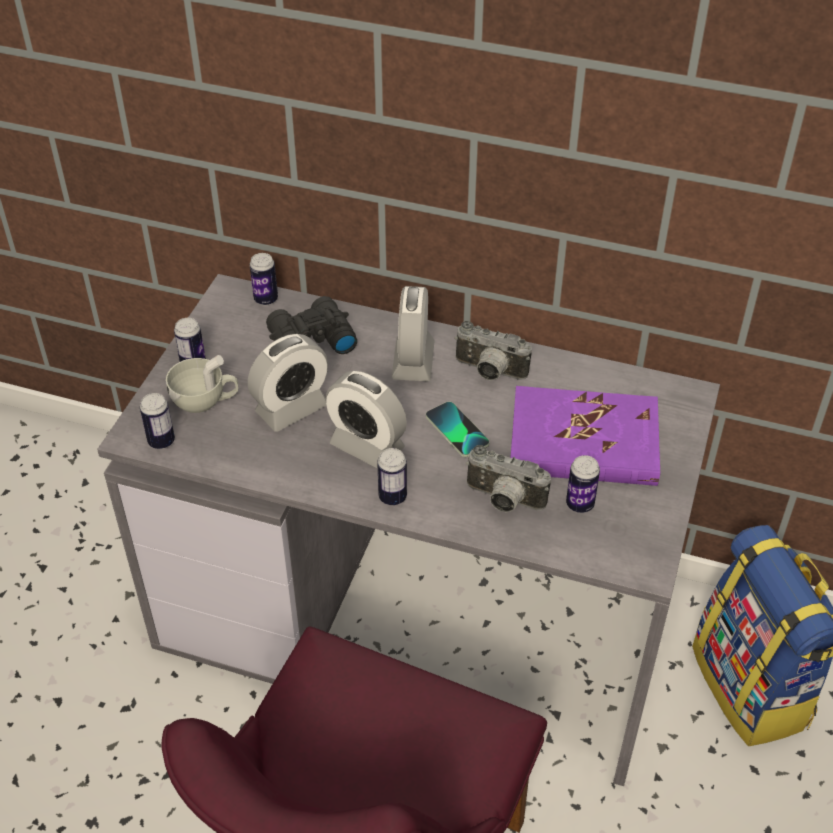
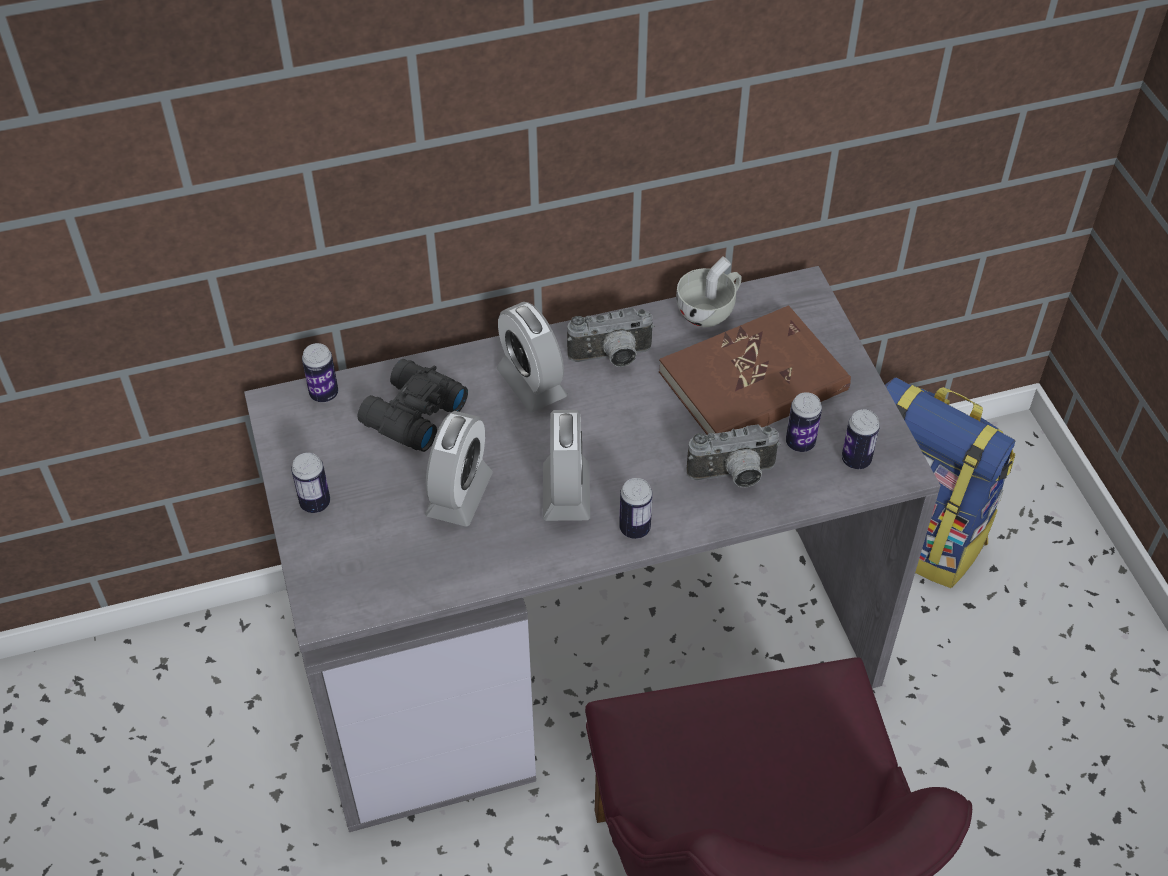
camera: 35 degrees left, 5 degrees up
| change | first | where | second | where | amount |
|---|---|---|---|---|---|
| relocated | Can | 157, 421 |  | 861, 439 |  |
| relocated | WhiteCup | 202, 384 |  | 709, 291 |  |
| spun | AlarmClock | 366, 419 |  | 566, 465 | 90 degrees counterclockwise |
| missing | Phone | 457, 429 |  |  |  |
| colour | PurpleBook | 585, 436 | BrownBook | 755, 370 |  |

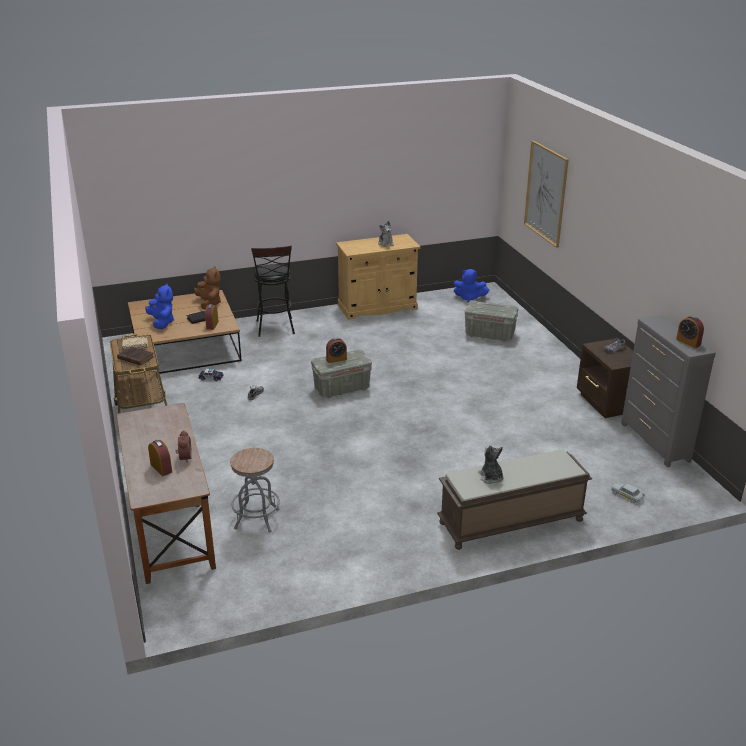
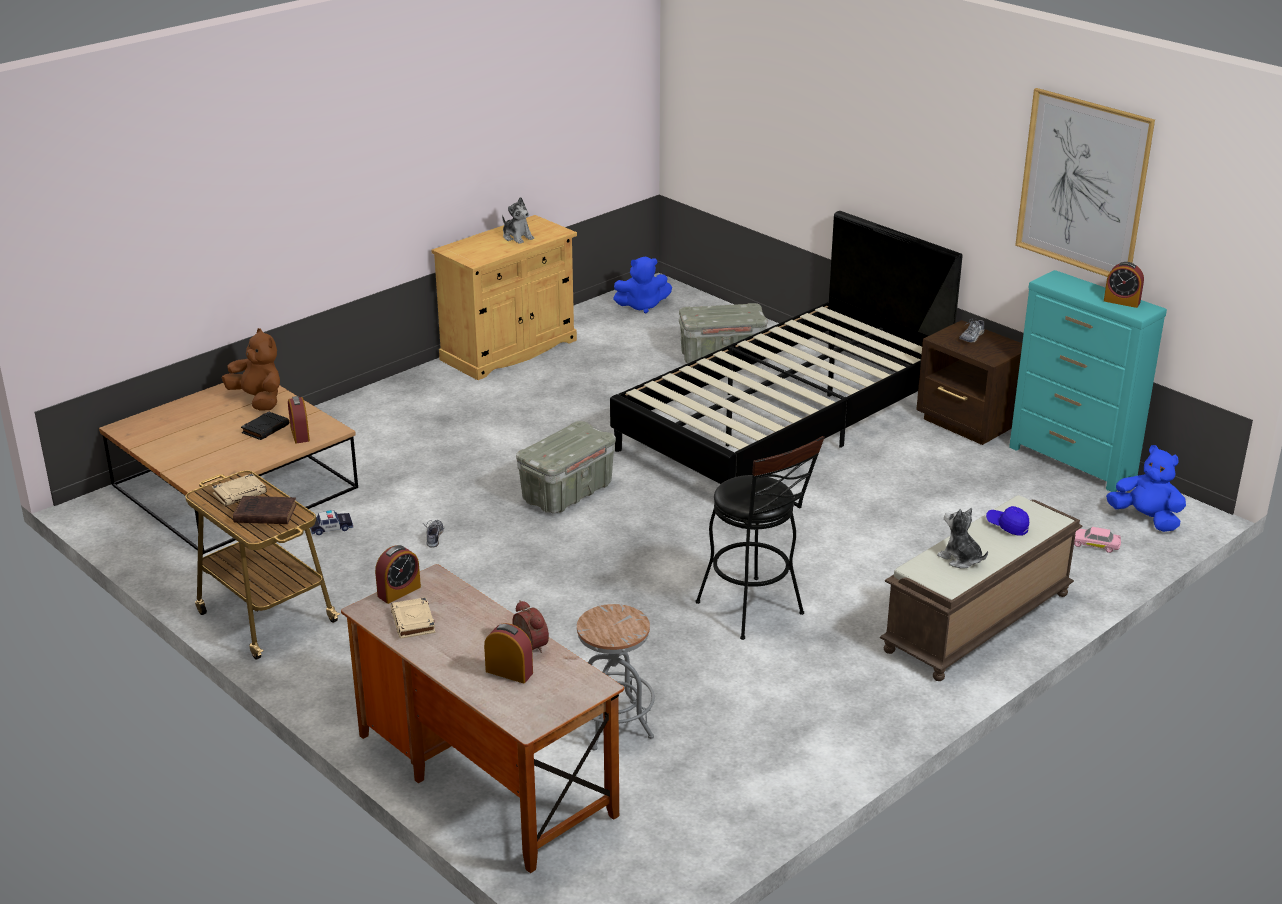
camera: 25 degrees left, 0 degrees up
| change | first | where | second | where | amount |
|---|---|---|---|---|---|
| relocated | BluePlushToy | 159, 306 |  | 1146, 488 |  |
| relocated | BlackStool | 273, 291 |  | 759, 538 |  |
| relocated | AlarmClock | 336, 350 |  | 398, 574 |  |
| relocated | Picture | 546, 194 |  | 1085, 182 |  |
| colour | WhiteToyCar | 628, 492 | PinkToyCar | 1097, 540 |  |
| colour | GreyDresser | 668, 391 | TurquoiseDresser | 1088, 381 |  |
| appeared |  |  | BeigeBook | 412, 618 |  |
| appeared |  |  | BlackBed | 786, 347 |  |
| appeared |  |  | BlueCap | 1007, 521 |  |

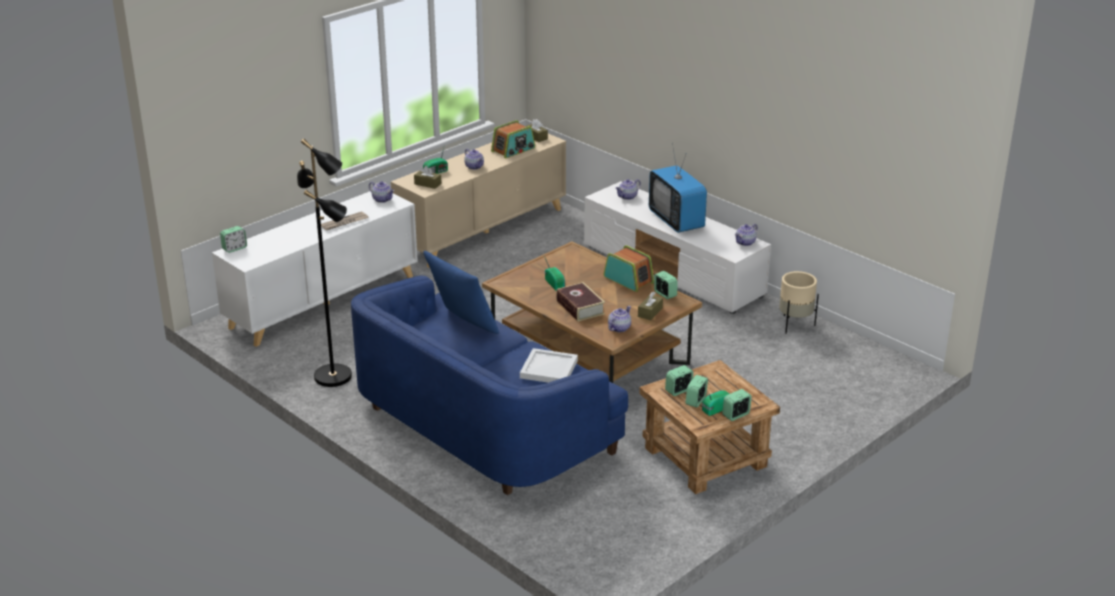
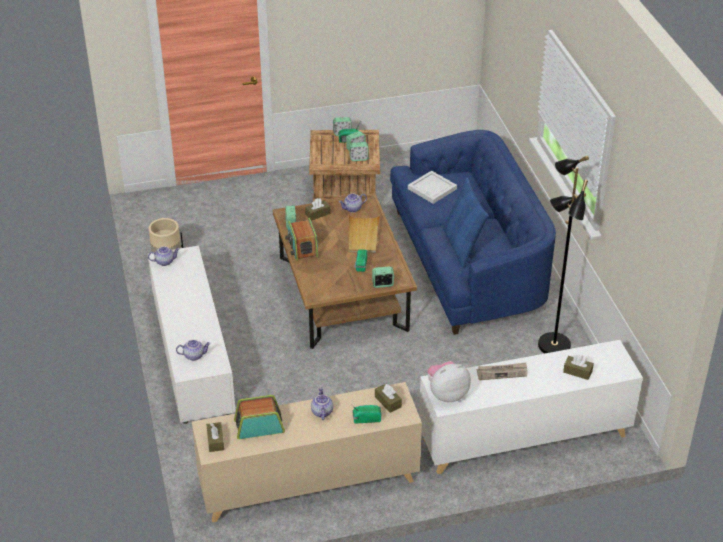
camera: 150 degrees left, 10 degrees up
| change | first | where | second | where | amount |
|---|---|---|---|---|---|
| relocated | AlarmClock | 233, 239 |  | 383, 277 |  |
| exchanged | Teapot | 381, 192 | PlushToy | 449, 381 |  |
| exchanged | Book | 580, 301 | BeigeTray | 364, 233 |  |
| missing | Television | 678, 188 |  |  |  |
| appeared |  |  | BrownTissueBox | 578, 367 |  |

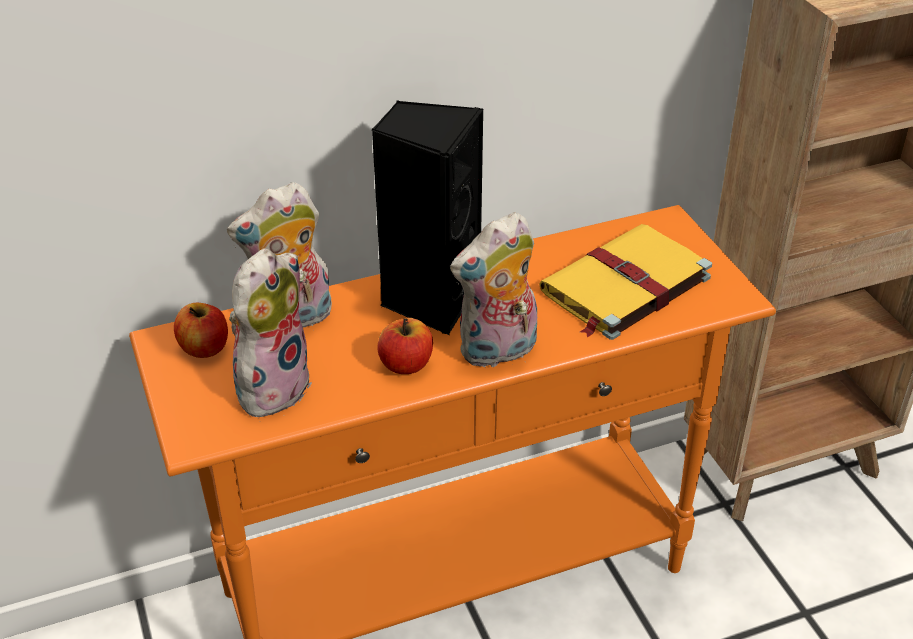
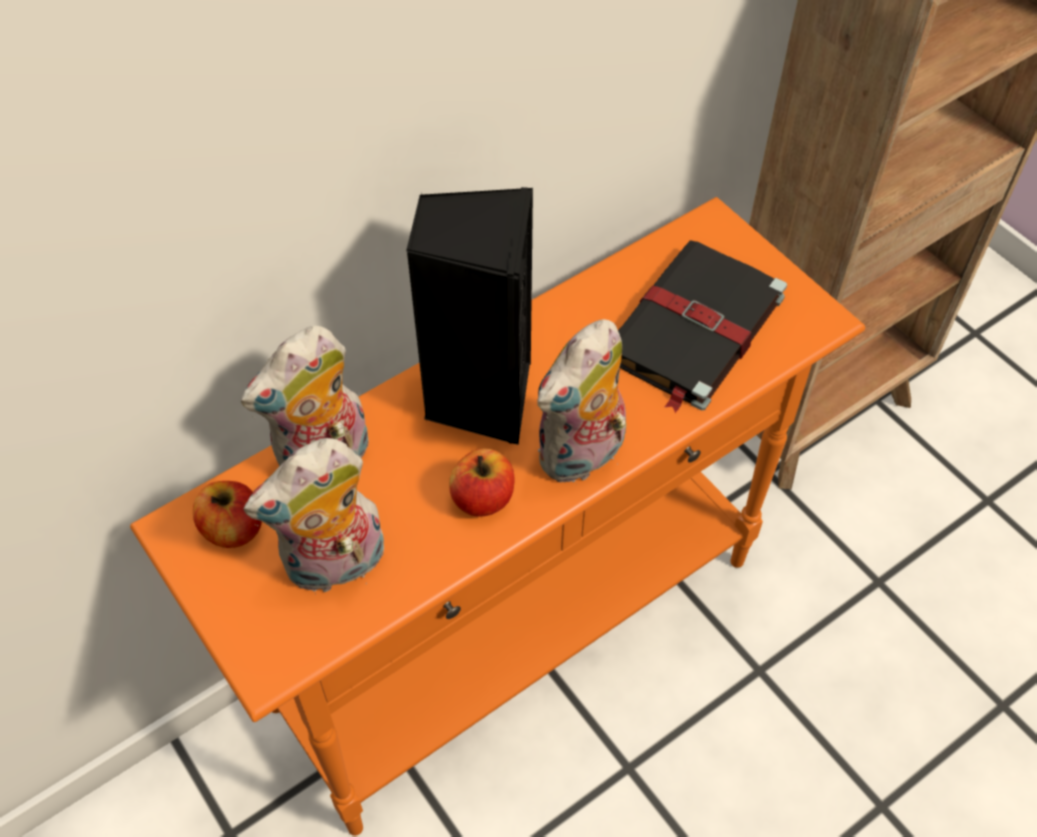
camera: 15 degrees left, 15 degrees up
| change | first | where | second | where | amount |
|---|---|---|---|---|---|
| spun | PlushToy | 270, 332 |  | 314, 516 | 135 degrees counterclockwise |
| colour | YellowBook | 625, 282 | BlackBook | 702, 326 |  |

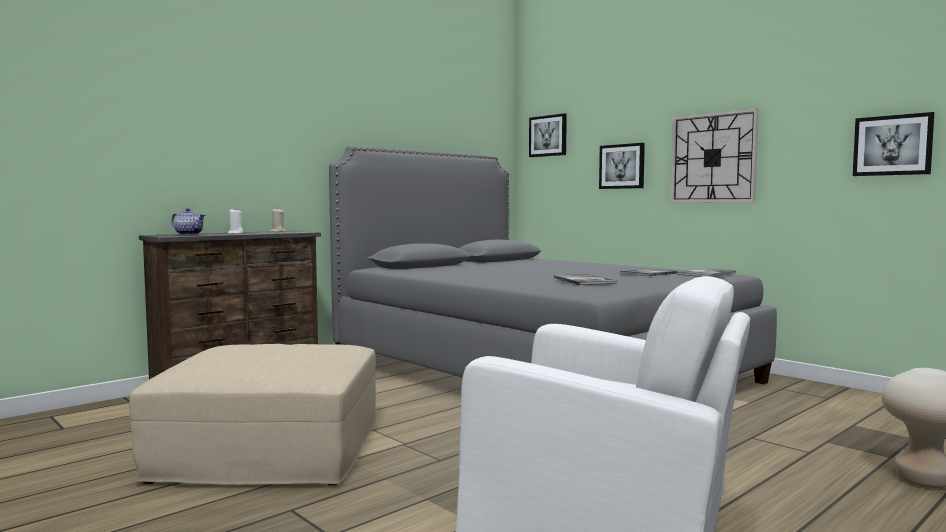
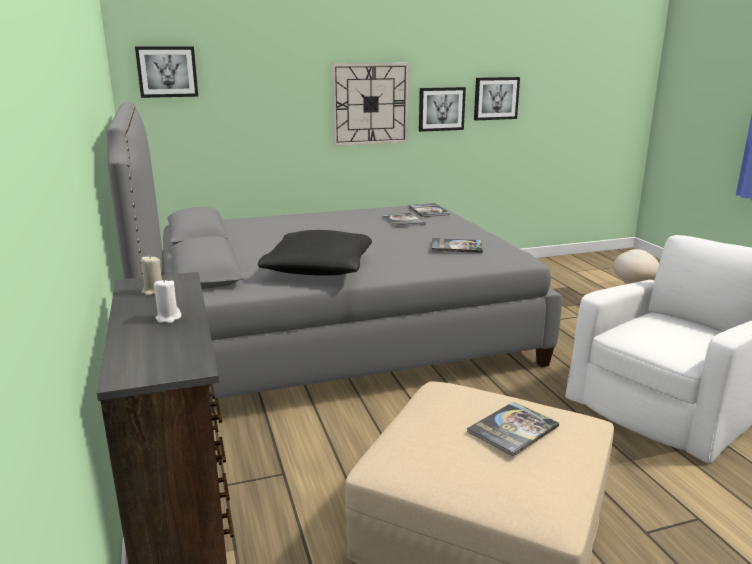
camera: 65 degrees left, 15 degrees up
| change | first | where | second | where | amount |
|---|---|---|---|---|---|
| missing | Teapot | 188, 221 |  |  |  |
| relocated | Picture | 622, 166 |  | 442, 109 |  |
| appeared |  |  | BlackPillow | 315, 253 |  |
| appeared |  |  | Book | 513, 429 |  |

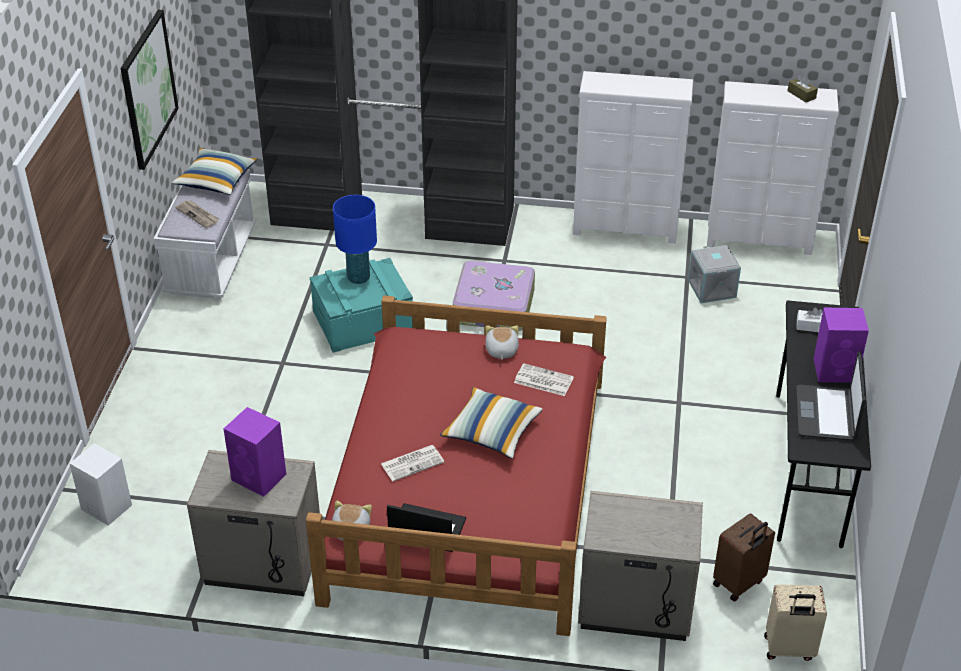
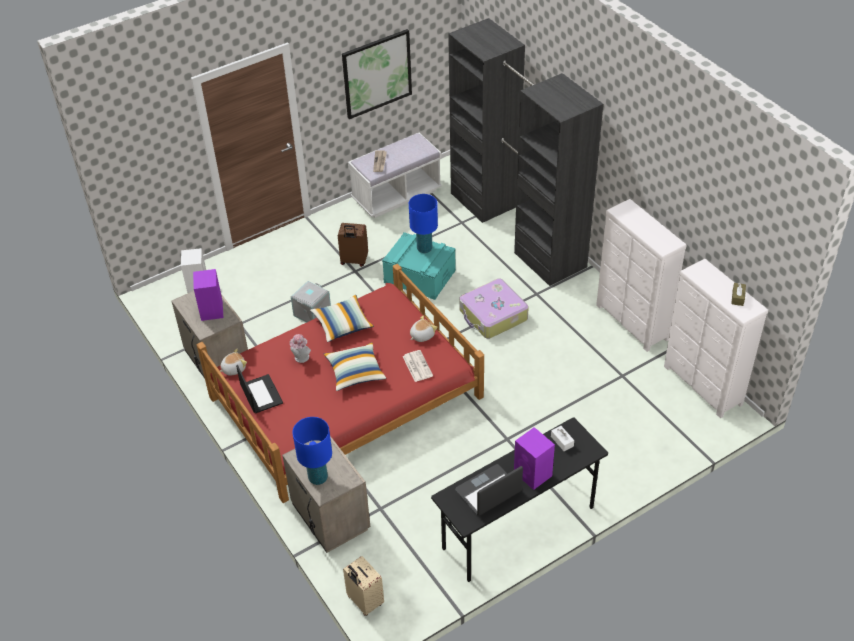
camera: 50 degrees right, 5 degrees up
| change | first | where | second | where | amount |
|---|---|---|---|---|---|
| relocated | Pillow | 214, 171 |  | 342, 318 |  |
| exchanged | Newspaper | 412, 463 | Hat | 300, 348 |  |
| relocated | GreyStorageBox | 714, 274 |  | 311, 302 |  |
| relocated | BrownSuitcase | 744, 557 |  | 353, 245 |  |
| appeared |  |  | BlueTableLamp | 312, 451 |  |

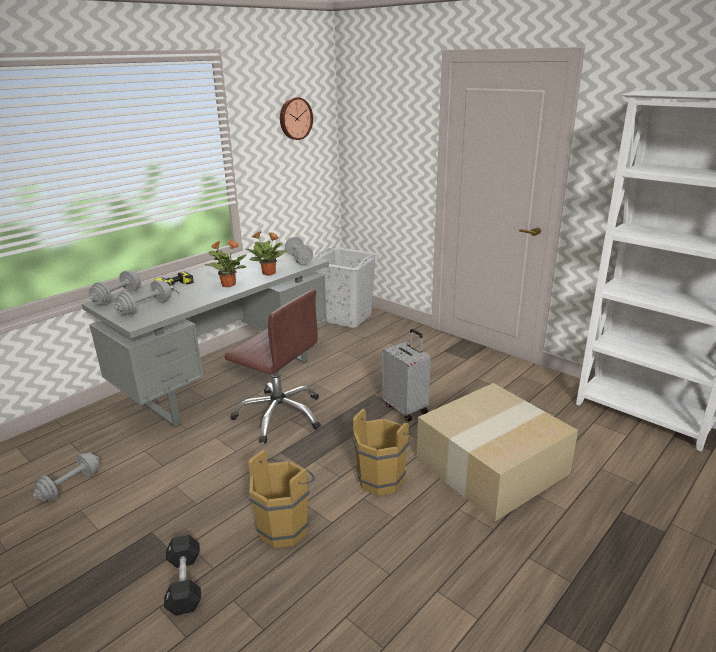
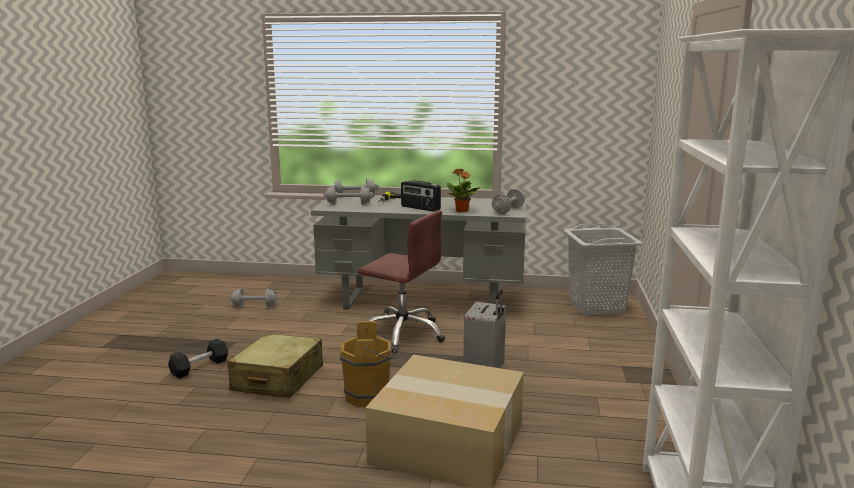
camera: 55 degrees right, 10 degrees down
| change | first | where | second | where | amount |
|---|---|---|---|---|---|
| exchanged | PottedPlant | 226, 263 | Radio | 421, 196 |  |
| spun | BrownOfficeChair | 272, 366 |  | 401, 281 | 60 degrees counterclockwise |
| exchanged | BrownBucket | 281, 499 | BeigeSuitcase | 275, 365 |  |
| missing | WallClock | 296, 118 |  |  |  |

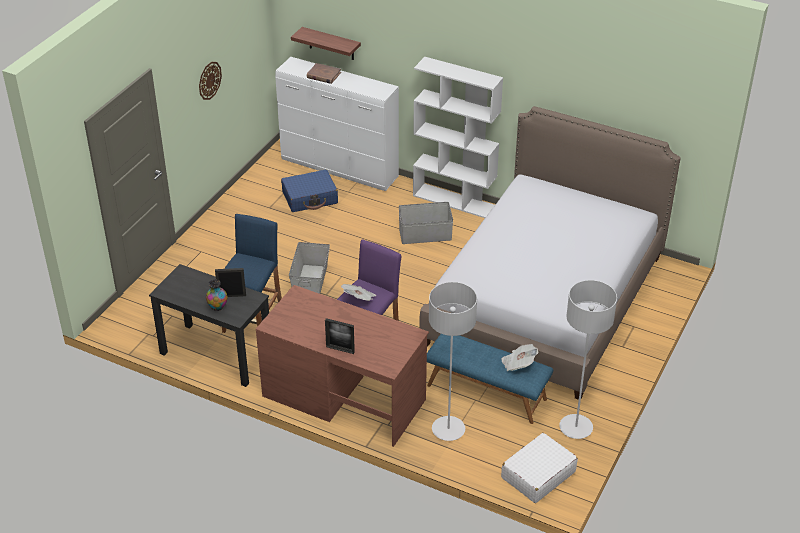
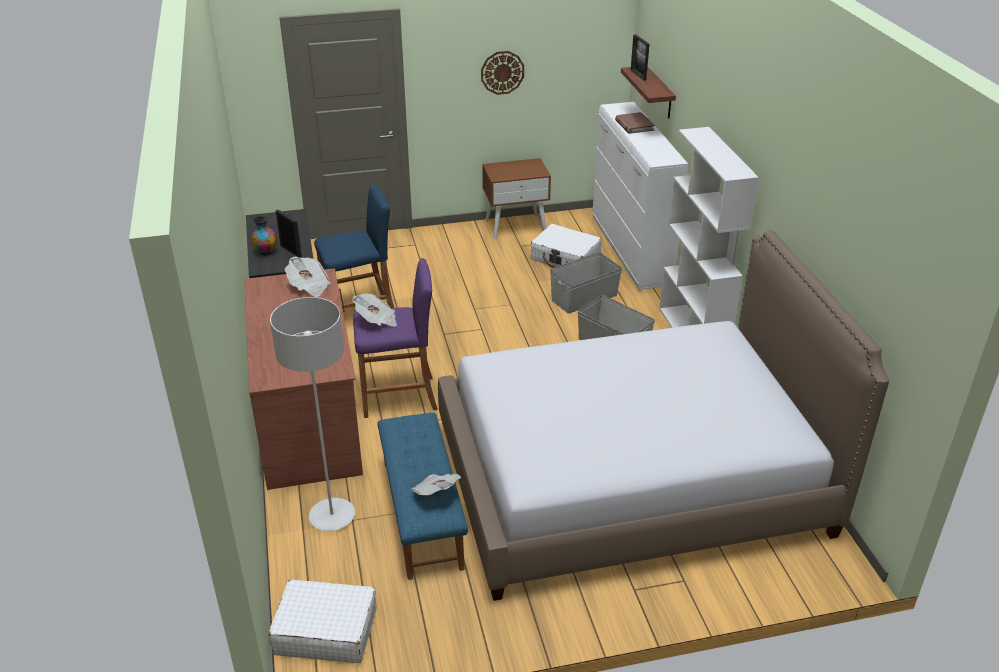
camera: 50 degrees right, 5 degrees down
| change | first | where | second | where | amount |
|---|---|---|---|---|---|
| colour | BlueSuitcase | 309, 191 | WhiteSuitcase | 566, 246 |  |
| relocated | GreyStorageBox | 309, 268 |  | 586, 283 |  |
| relocated | PictureFrame | 340, 336 |  | 640, 57 |  |
| missing | GreyFloorLamp | 588, 359 |  |  |  |
| appeared |  |  | Newspaper | 308, 276 |  |
| appeared |  |  | BrownNightstand | 516, 198 |  |

